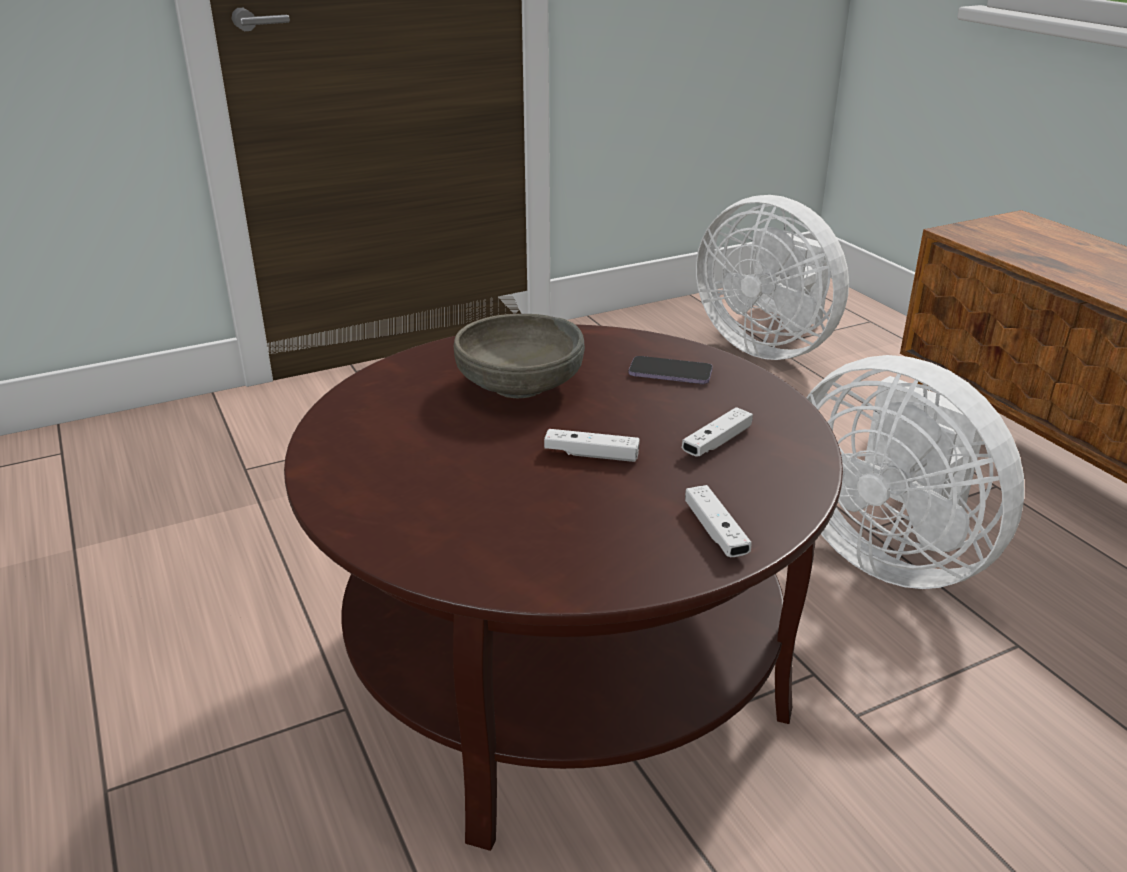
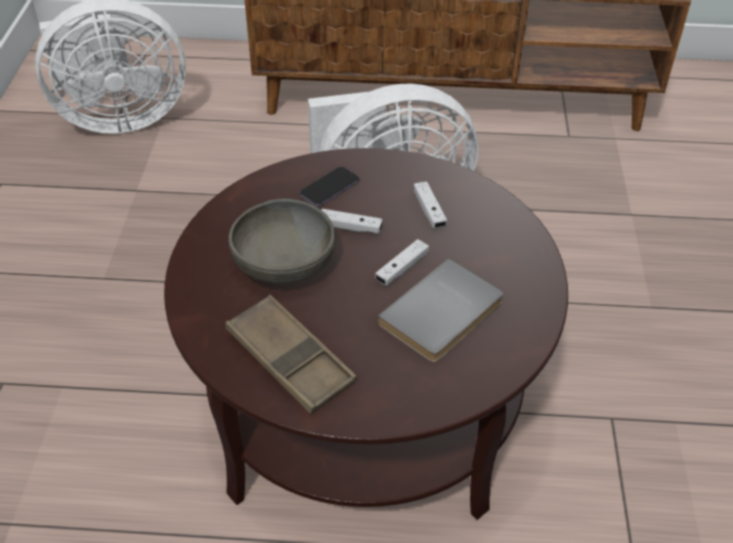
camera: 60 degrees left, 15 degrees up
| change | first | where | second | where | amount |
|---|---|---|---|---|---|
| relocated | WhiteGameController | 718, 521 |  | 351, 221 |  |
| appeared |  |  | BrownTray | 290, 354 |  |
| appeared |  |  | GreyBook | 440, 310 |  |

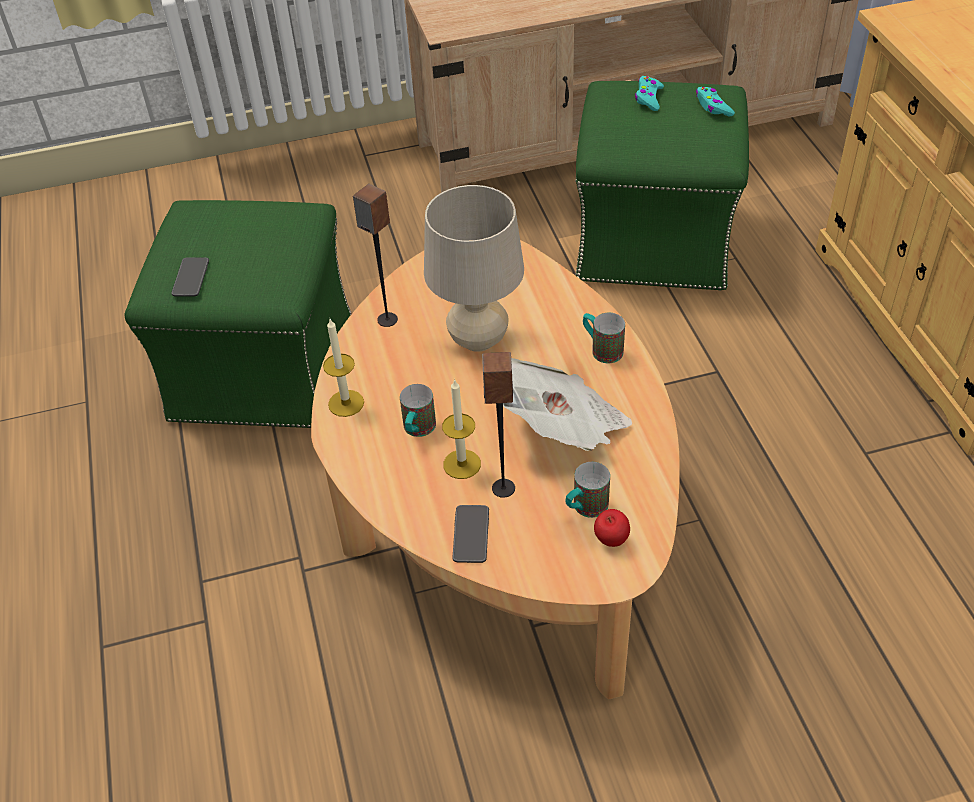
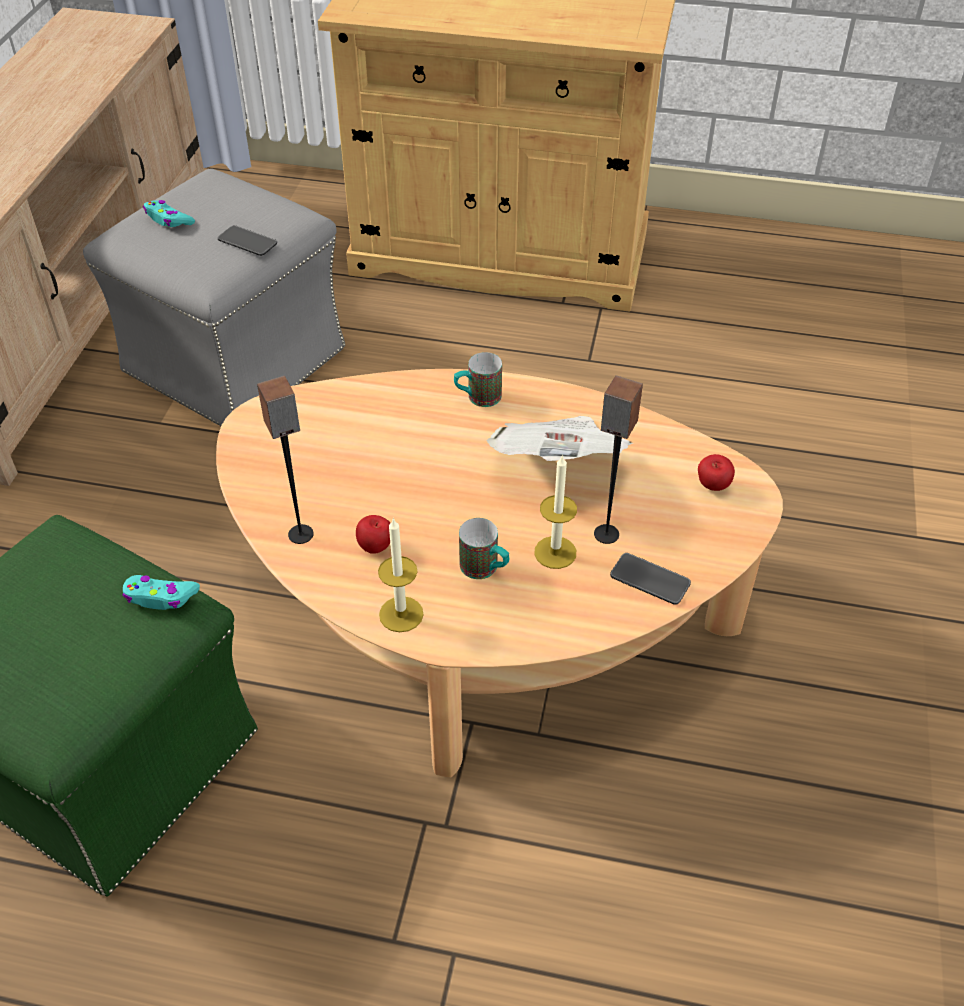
camera: 65 degrees left, 0 degrees up
| change | first | where | second | where | amount |
|---|---|---|---|---|---|
| relocated | Phone | 190, 277 |  | 247, 240 |  |
| missing | BeigeTableLamp | 474, 268 |  |  |  |
| missing | Mug | 587, 490 |  |  |  |
| colour | GreenOttoman | 662, 185 | GreyOttoman | 214, 297 |  |
| relocated | TurquoiseGameController | 715, 102 |  | 161, 592 |  |
| appeared |  |  | Apple | 373, 534 |  |

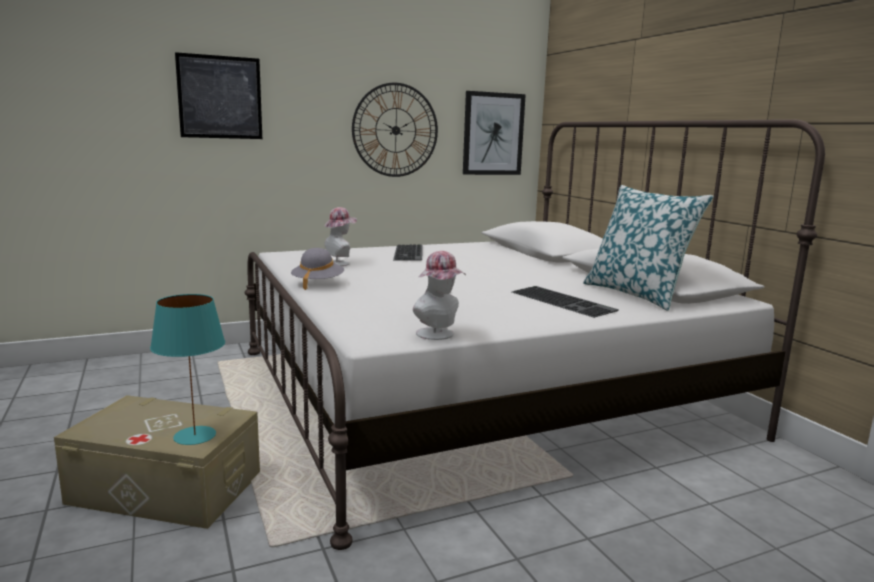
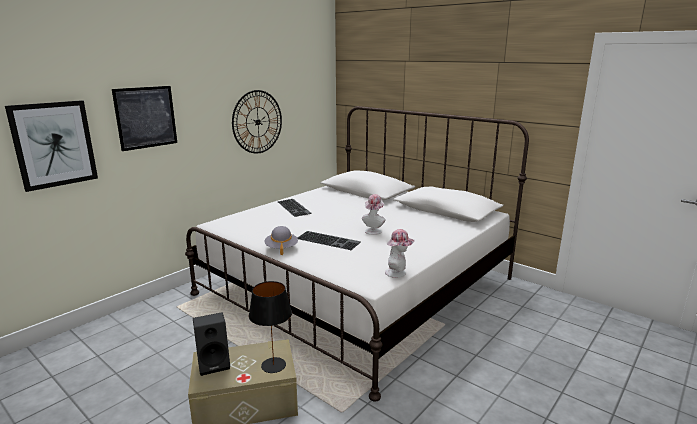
camera: 25 degrees left, 5 degrees up
| change | first | where | second | where | amount |
|---|---|---|---|---|---|
| colour | TurquoiseTableLamp | 187, 369 | BlackTableLamp | 270, 327 |  |
| relocated | Hat | 340, 236 |  | 373, 214 |  |
| relocated | Picture | 494, 133 |  | 51, 146 |  |
| relocated | Keyboard | 565, 302 |  | 329, 240 |  |
| missing | Pillow | 648, 248 |  |  |  |
| appeared |  |  | BlackSpeaker | 211, 344 |  |

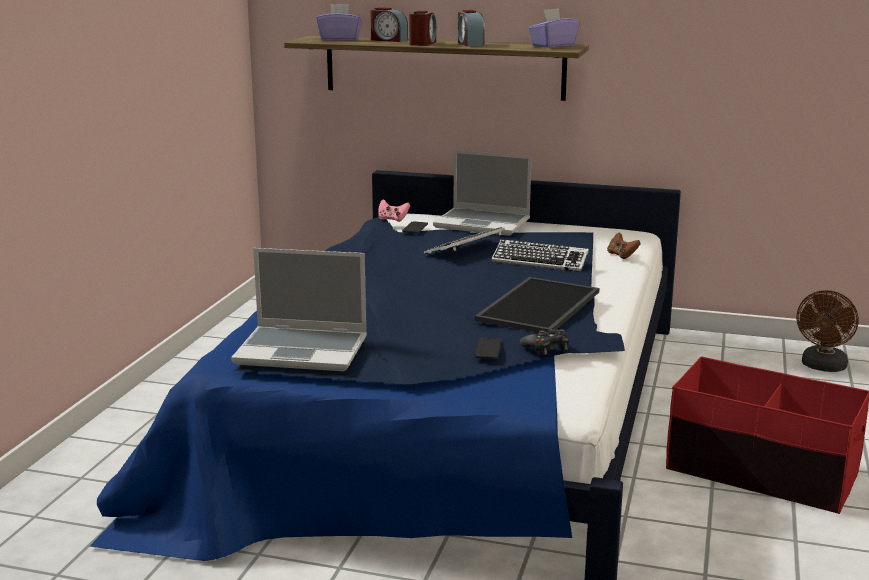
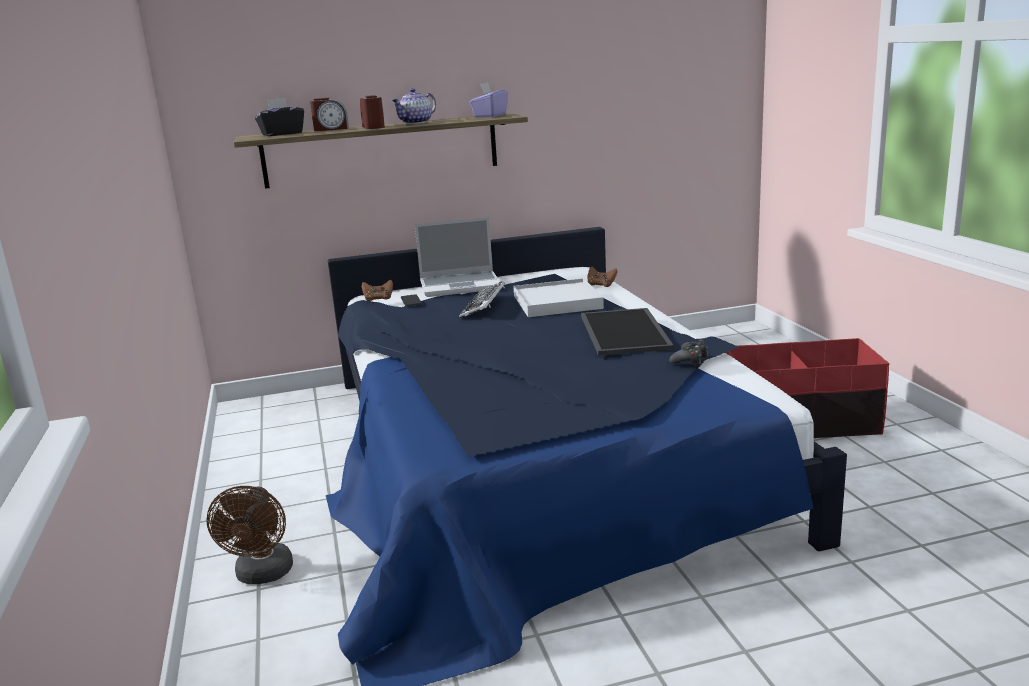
camera: 30 degrees left, 0 degrees up
| change | first | where | second | where | amount |
|---|---|---|---|---|---|
| missing | Laptop | 299, 309 |  |  |  |
| colour | PurpleTissueBox | 339, 22 | BlackTissueBox | 279, 117 |  |
| colour | PinkGameController | 394, 211 | BrownGameController | 377, 290 |  |
| exchanged | AlarmClock | 471, 28 | Teapot | 413, 106 |  |
| missing | Phone | 488, 348 |  |  |  |
| exchanged | Keyboard | 540, 255 | WhiteTray | 558, 297 |  |
| relocated | BrownFan | 828, 331 |  | 249, 535 |  |

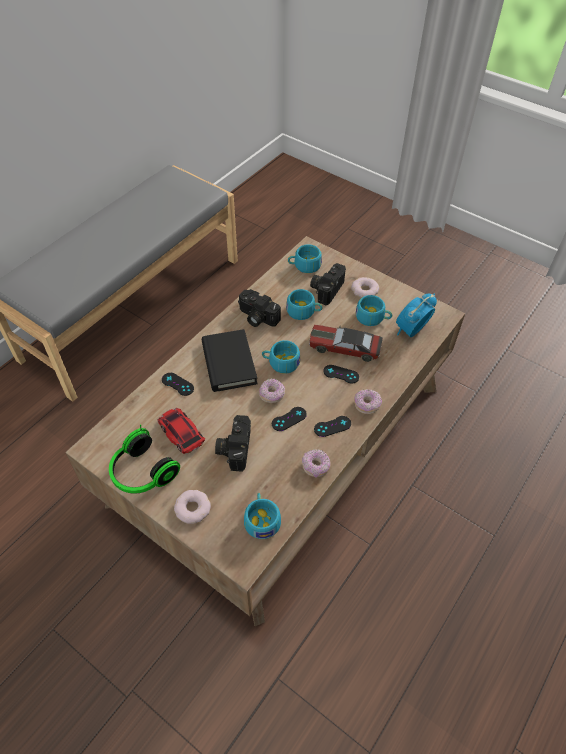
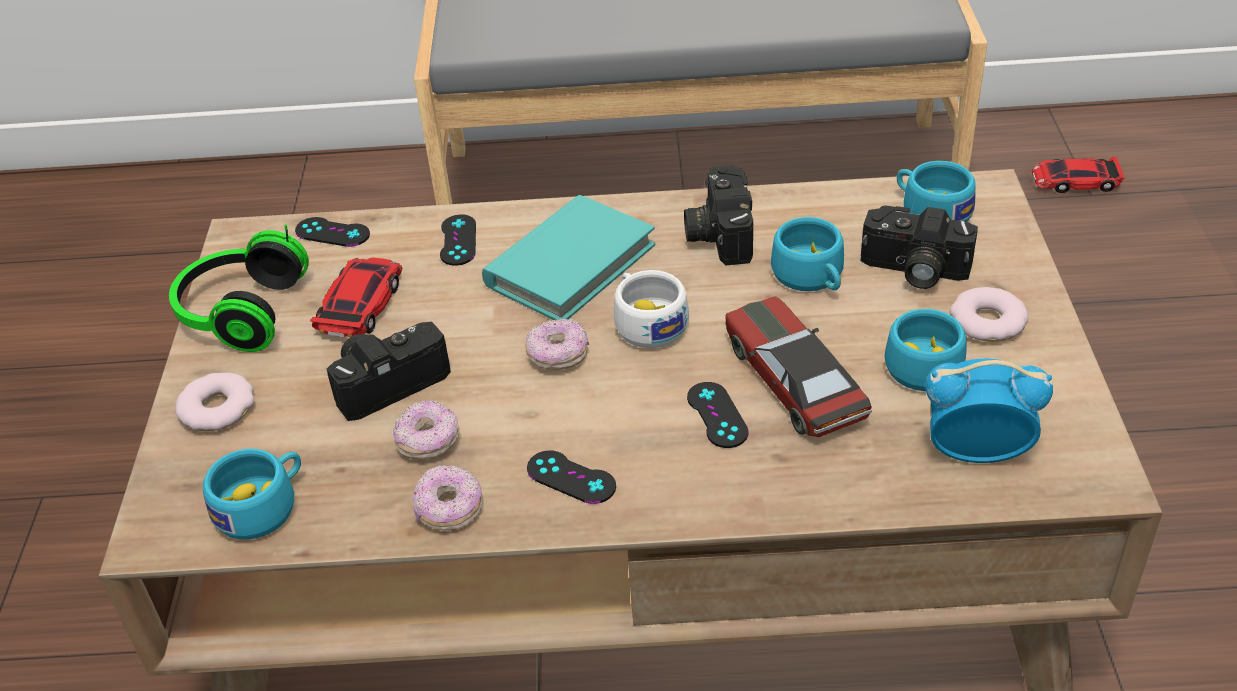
camera: 55 degrees right, 10 degrees down
| change | first | where | second | where | amount |
|---|---|---|---|---|---|
| colour | BlackBook | 230, 360 | TurquoiseBook | 569, 257 |  |
| colour | TurquoiseCup | 281, 357 | WhiteCup | 651, 309 |  |
| relocated | BlackGameController | 289, 419 |  | 332, 232 |  |
| spun | PhotoCamera | 328, 284 |  | 919, 247 | 150 degrees counterclockwise |
| relocated | Donut | 368, 401 |  | 426, 429 |  |
| appeared |  |  | ToyCar | 1078, 175 |  |

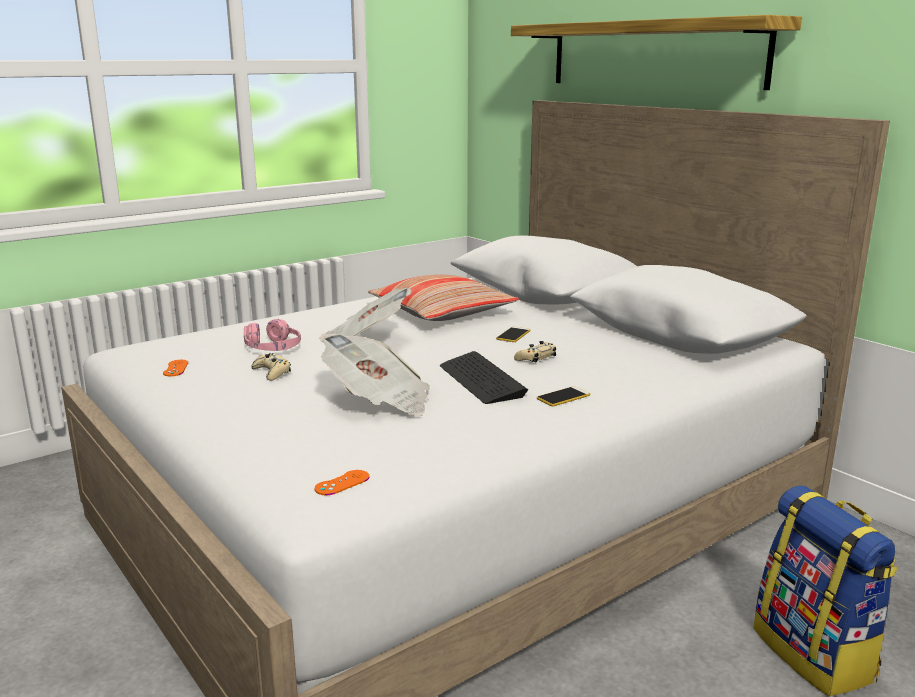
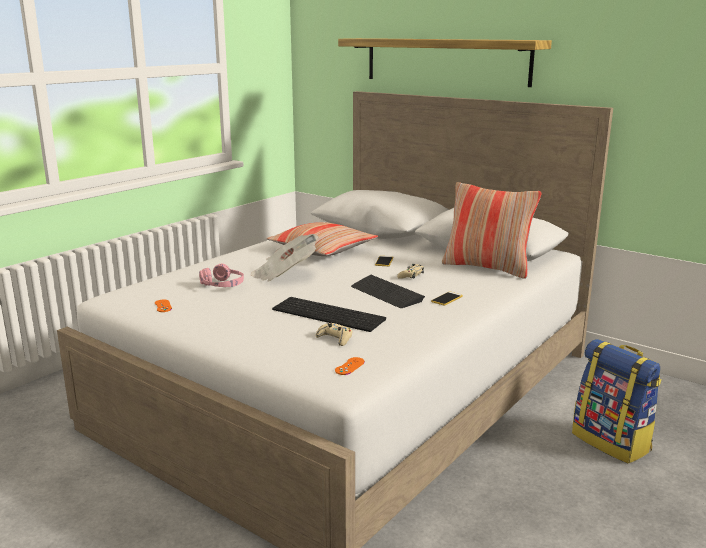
camera: 15 degrees left, 0 degrees up
| change | first | where | second | where | amount |
|---|---|---|---|---|---|
| relocated | BeigeGameController | 271, 367 |  | 334, 334 |  |
| exchanged | Newspaper | 375, 374 | Keyboard | 329, 314 |  |
| appeared |  |  | Pillow | 491, 230 |  |

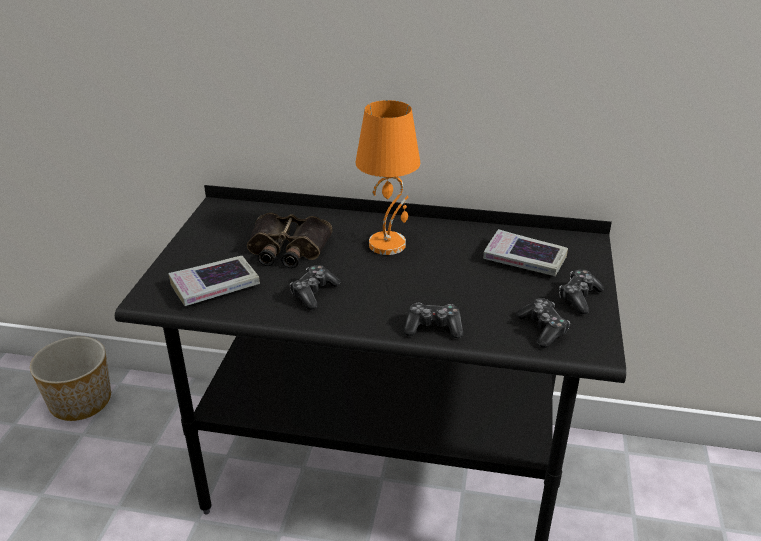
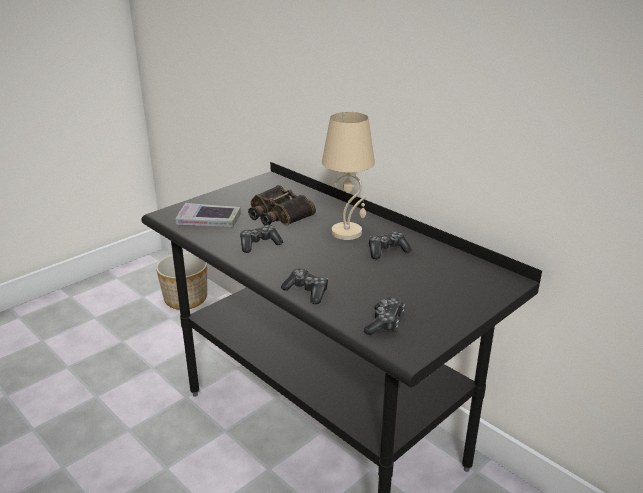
camera: 35 degrees right, 5 degrees down
| change | first | where | second | where | amount |
|---|---|---|---|---|---|
| colour | OrangeTableLamp | 387, 177 | BeigeTableLamp | 348, 176 |  |
| missing | Book | 525, 252 |  |  |  |
| relocated | GameController | 581, 291 |  | 390, 245 |  |

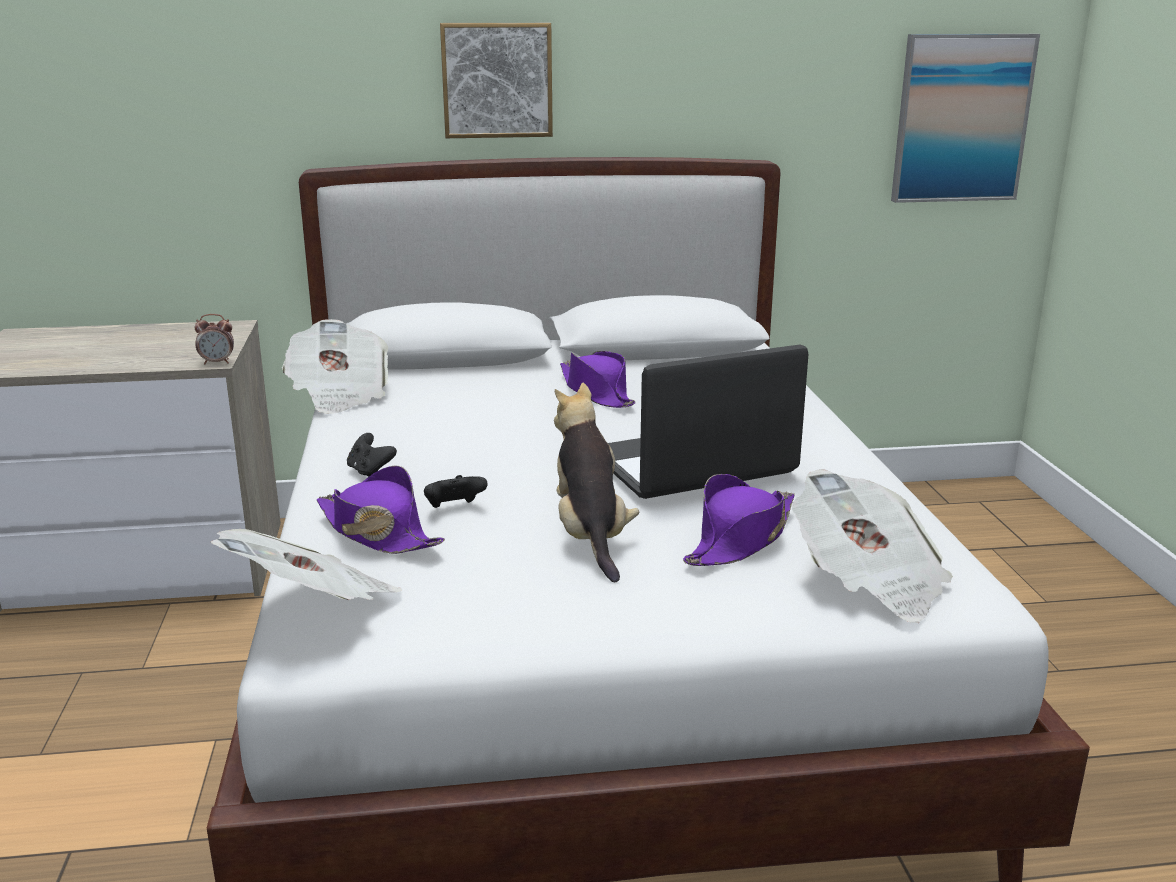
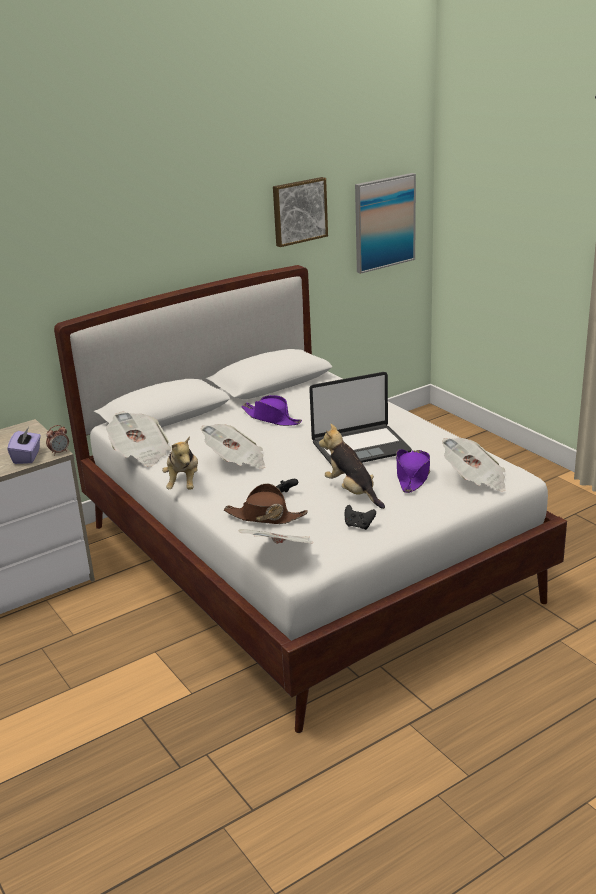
camera: 25 degrees left, 5 degrees up
| change | first | where | second | where | amount |
|---|---|---|---|---|---|
| colour | PurpleHat | 381, 509 | BrownHat | 266, 503 |  |
| relocated | BlackGameController | 372, 455 |  | 360, 517 |  |
| relocated | Picture | 496, 80 |  | 300, 212 |  |
| spun | Laptop | 708, 422 |  | 360, 418 | 150 degrees counterclockwise |
| appeared |  |  | PurpleTissueBox | 24, 445 |  |
| appeared |  |  | PlushToy | 180, 463 |  |
| appeared |  |  | Newspaper | 233, 446 |  |

